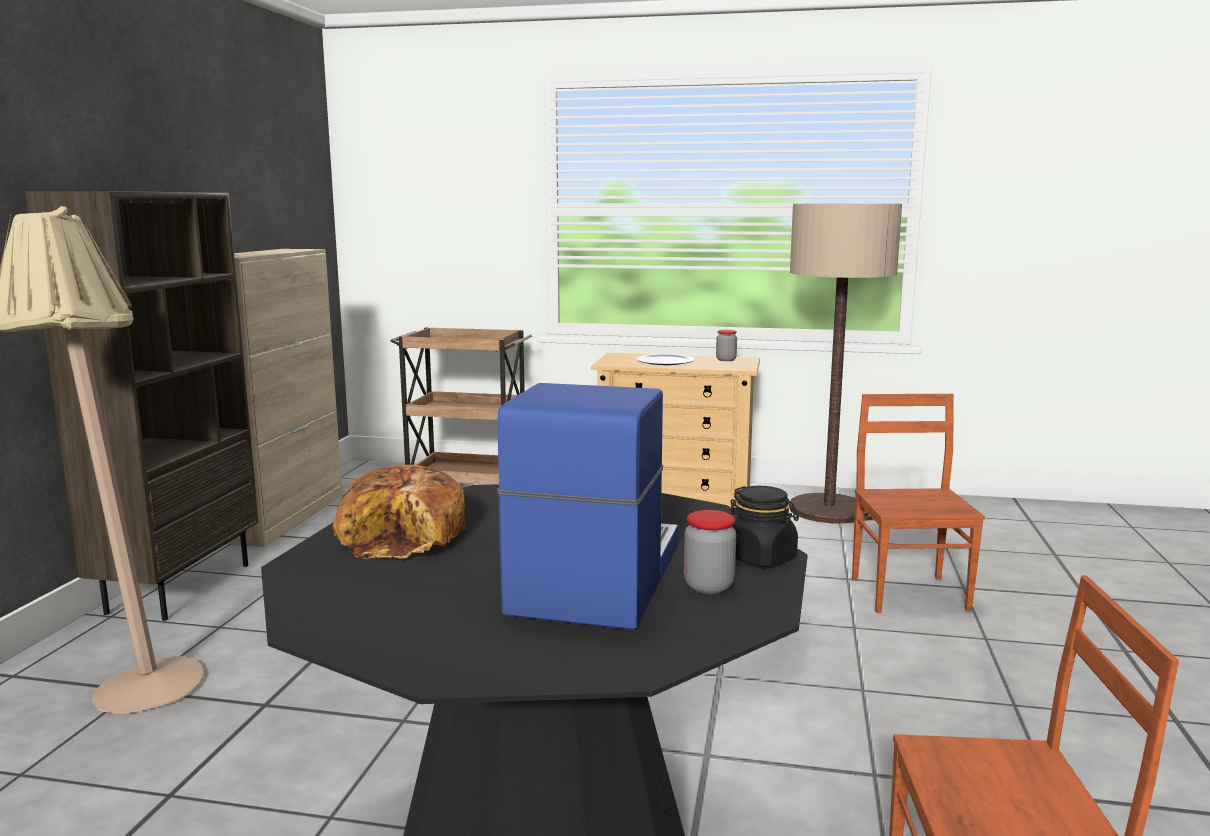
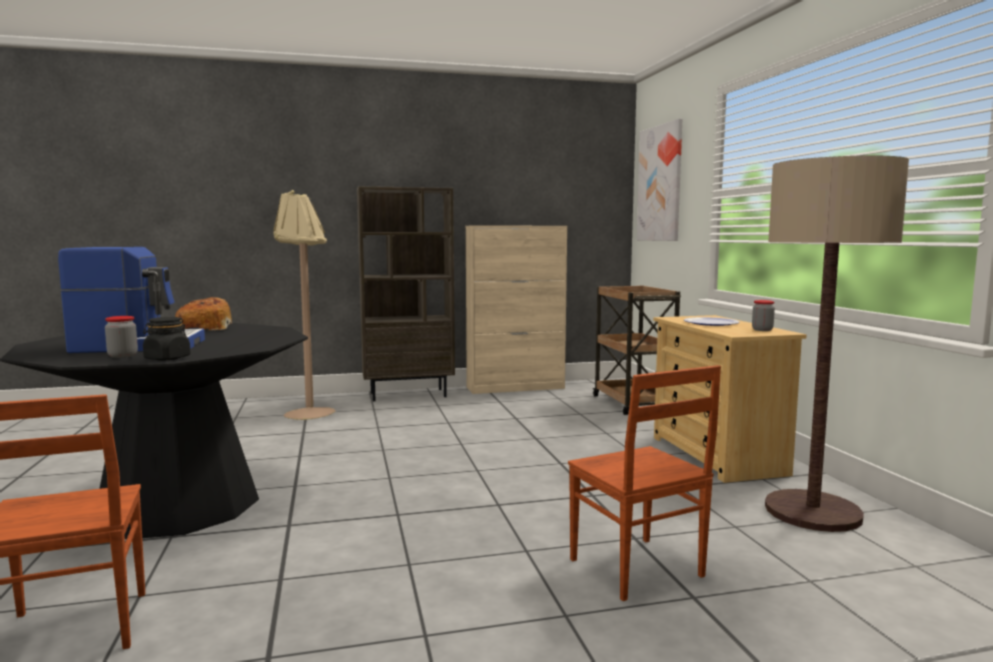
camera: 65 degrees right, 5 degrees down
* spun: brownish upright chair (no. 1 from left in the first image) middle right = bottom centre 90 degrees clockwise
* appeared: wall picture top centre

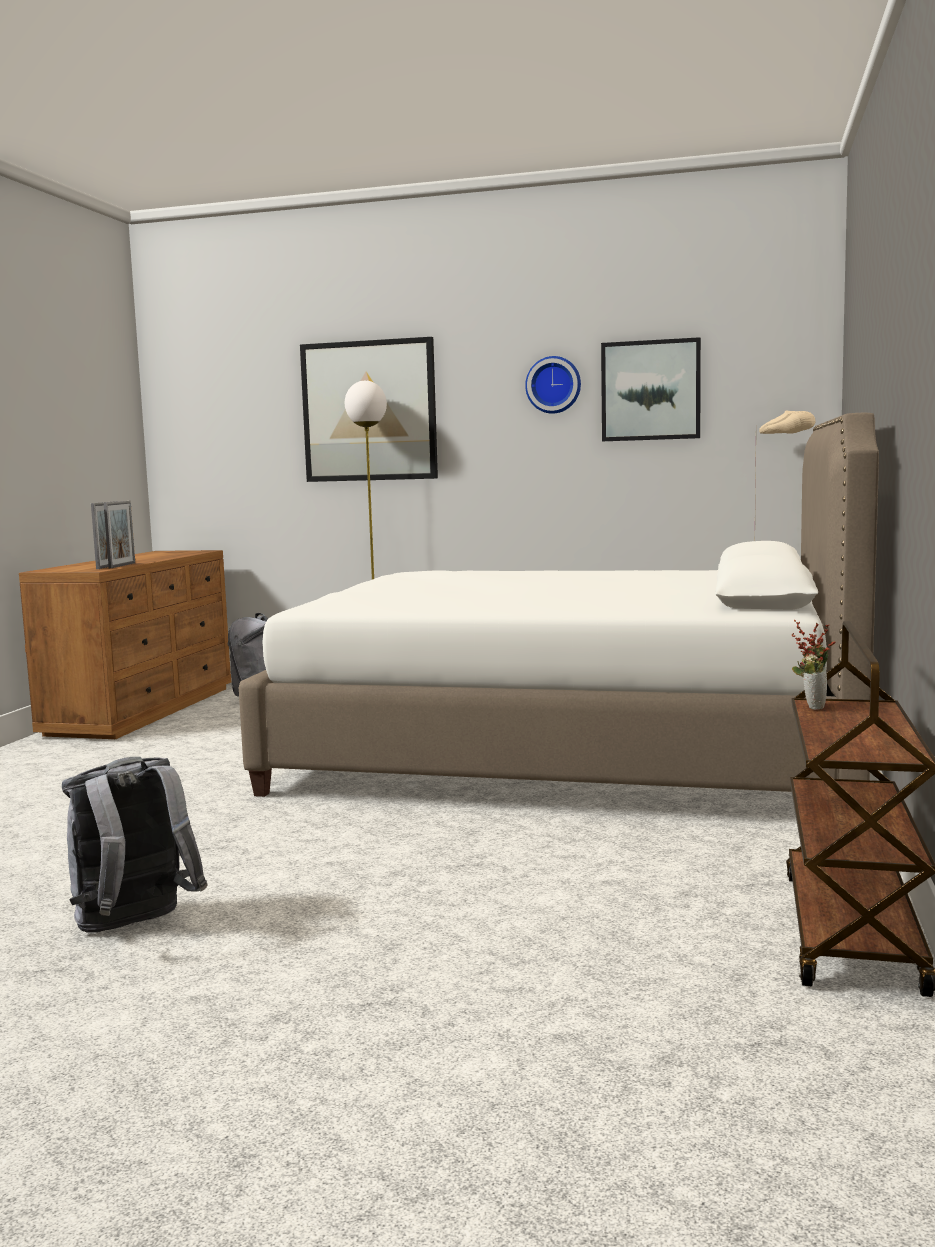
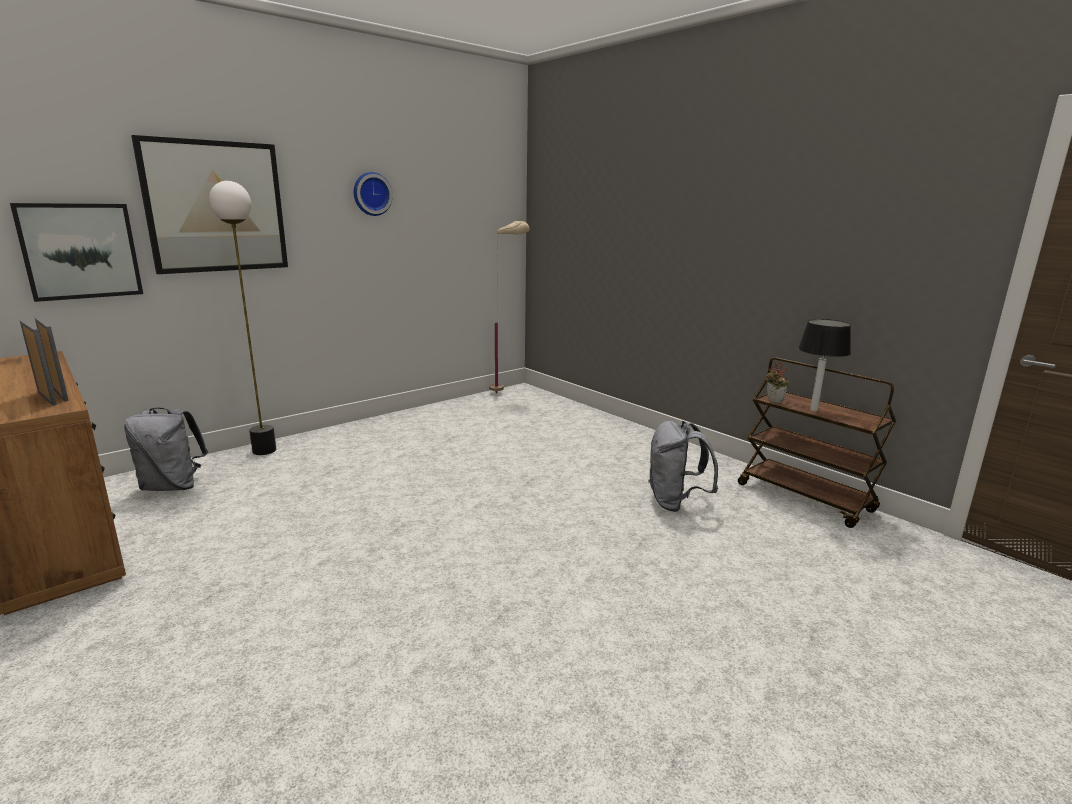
camera: 55 degrees left, 10 degrees up
* relocated: wall picture (no. 2 from left in the first image) top right to wall picture (no. 1 from left) top left
* relocated: gray backpack (no. 1 from left in the first image) bottom left to gray backpack (no. 2 from left) centre
* appeared: lamp for a table middle right
* missing: white-coloured sleeping bed centre

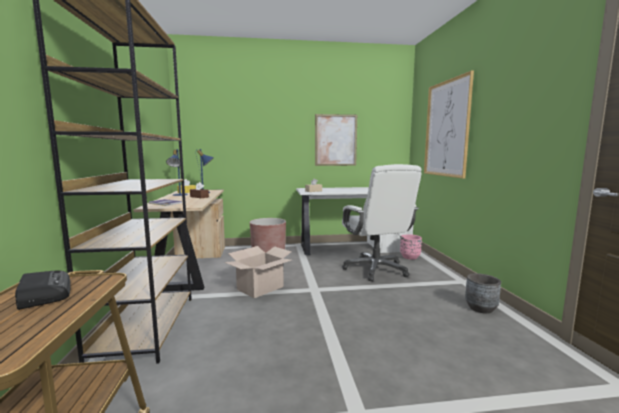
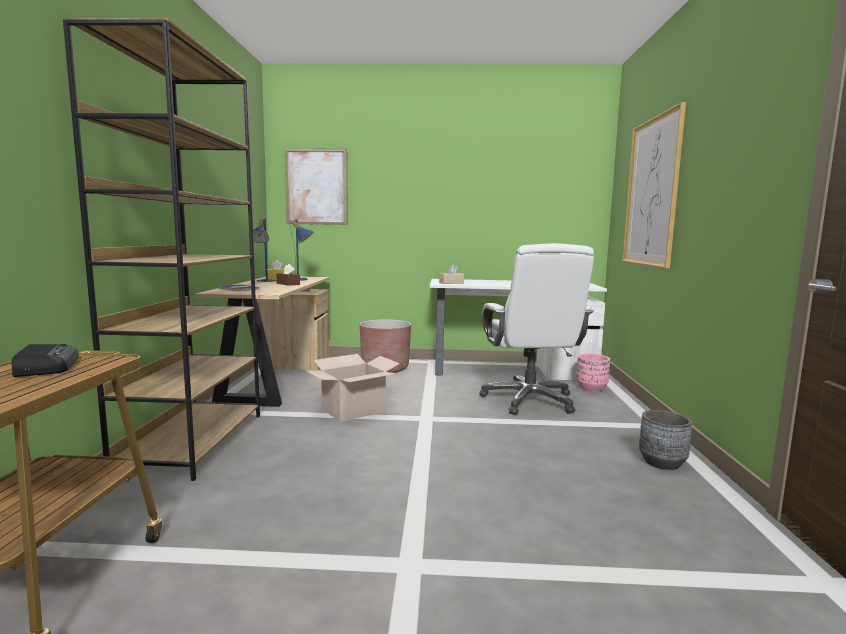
camera: 10 degrees right, 0 degrees up
* relocated: wall picture (no. 1 from left) centre to top centre

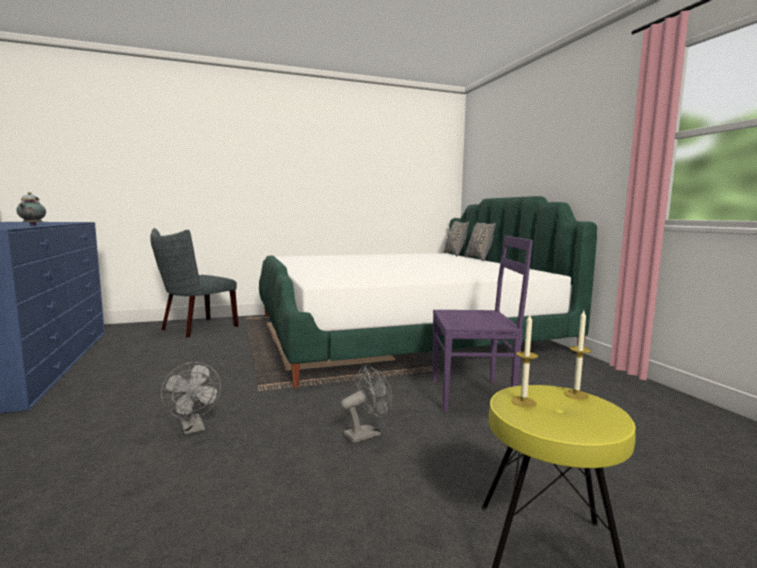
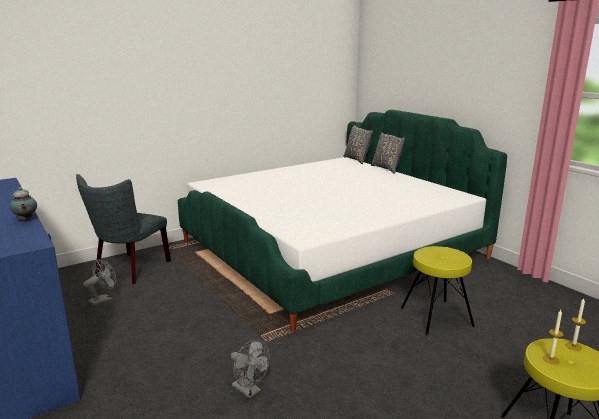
camera: 15 degrees left, 10 degrees up
* relocated: gray fan (no. 2 from left in the first image) bottom centre to gray fan (no. 1 from left) bottom left
* exchanged: purplish upright chair centre to yellow stool (no. 1 from left) bottom right

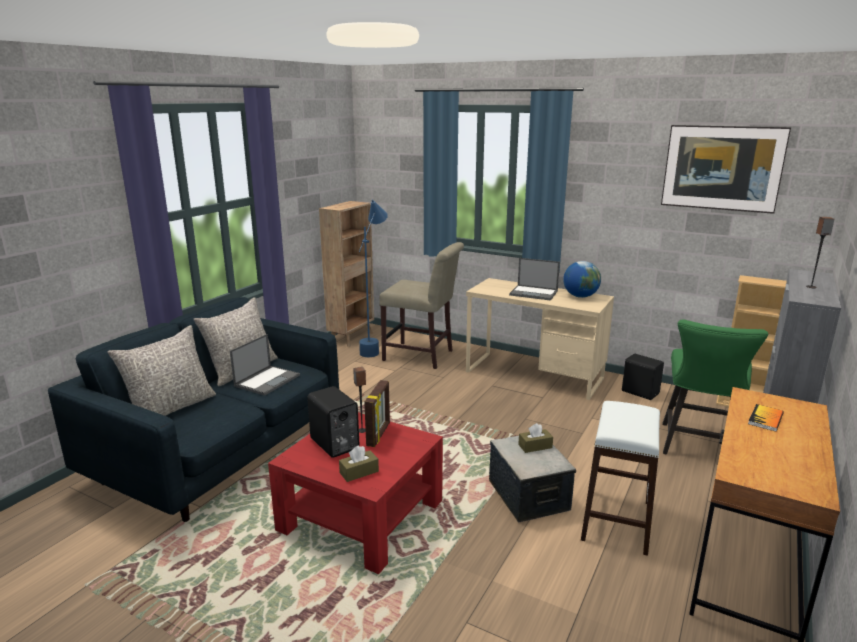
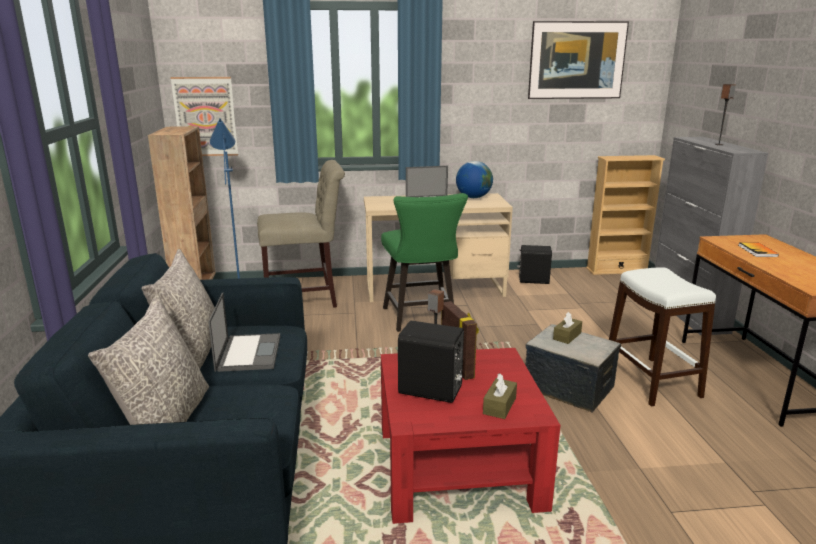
camera: 35 degrees left, 0 degrees up
* appeared: wall picture (no. 1 from left) top left
* relocated: green-coloured upright chair middle right to centre

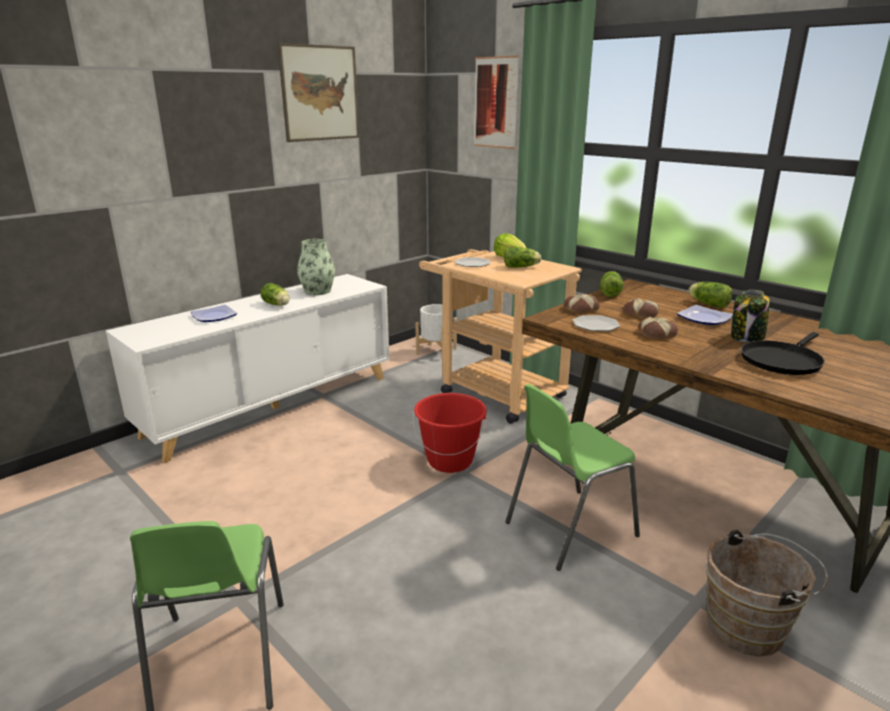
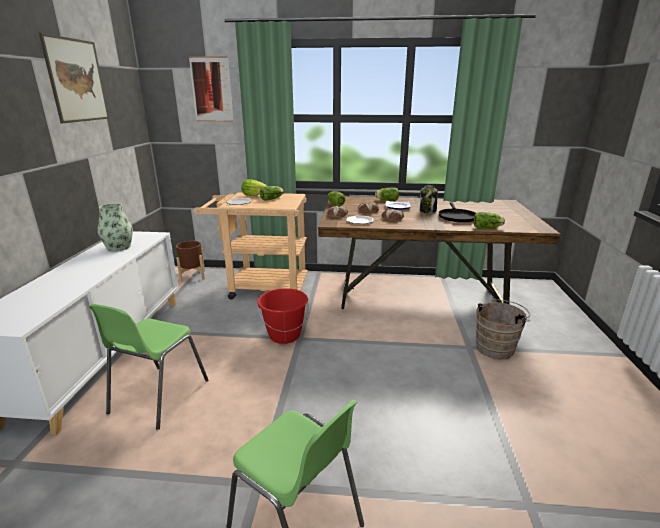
camera: 40 degrees left, 0 degrees up
* relocated: green-coloured upright chair (no. 2 from left in the first image) bottom centre to green-coloured upright chair (no. 1 from left) bottom left
* colour: white-coloured flower pot centre to brownish flower pot middle left
* relocated: lettuce head (no. 1 from left in the first image) middle left to lettuce head (no. 5 from left) middle right
* missing: plate (no. 1 from left) middle left

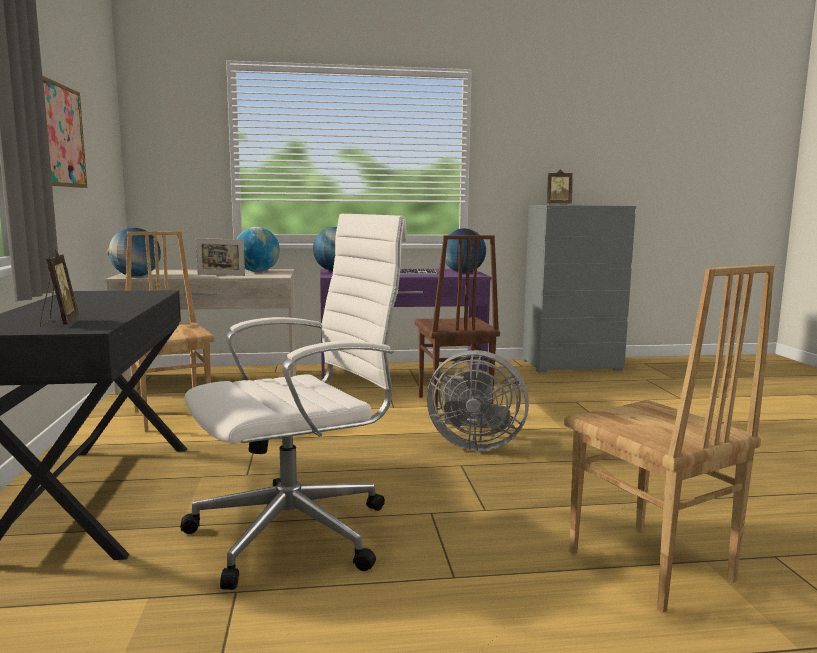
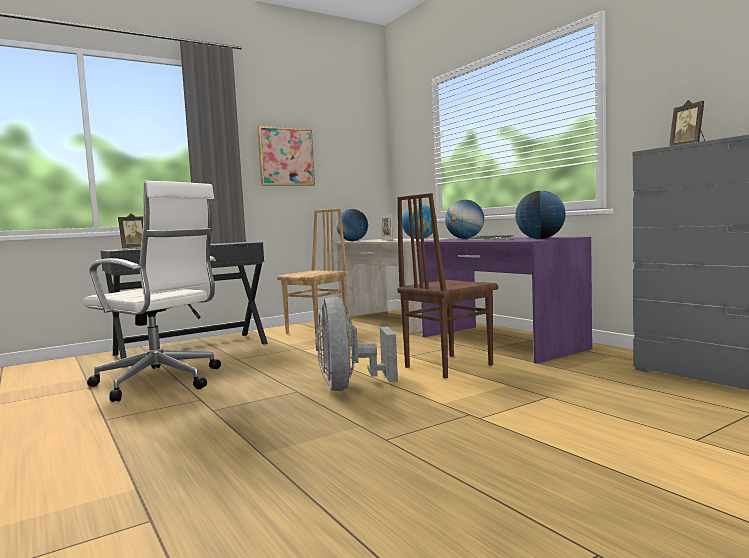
camera: 65 degrees right, 5 degrees down
* missing: brownish upright chair (no. 3 from left) bottom right

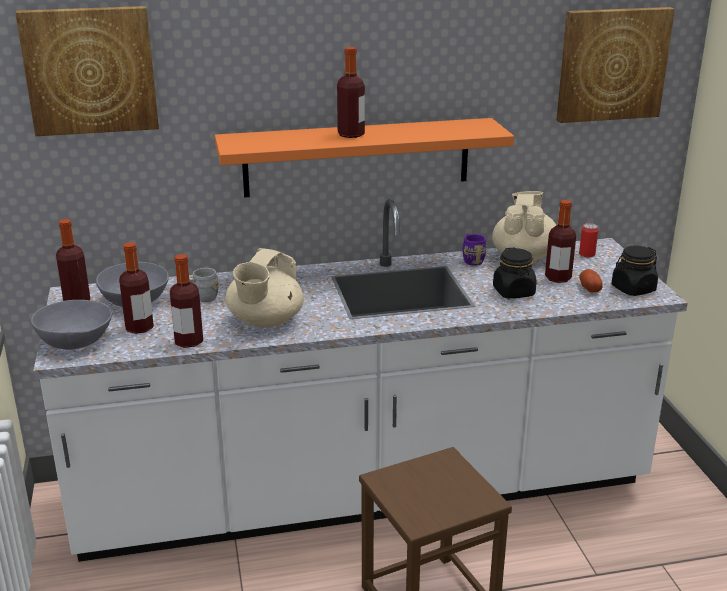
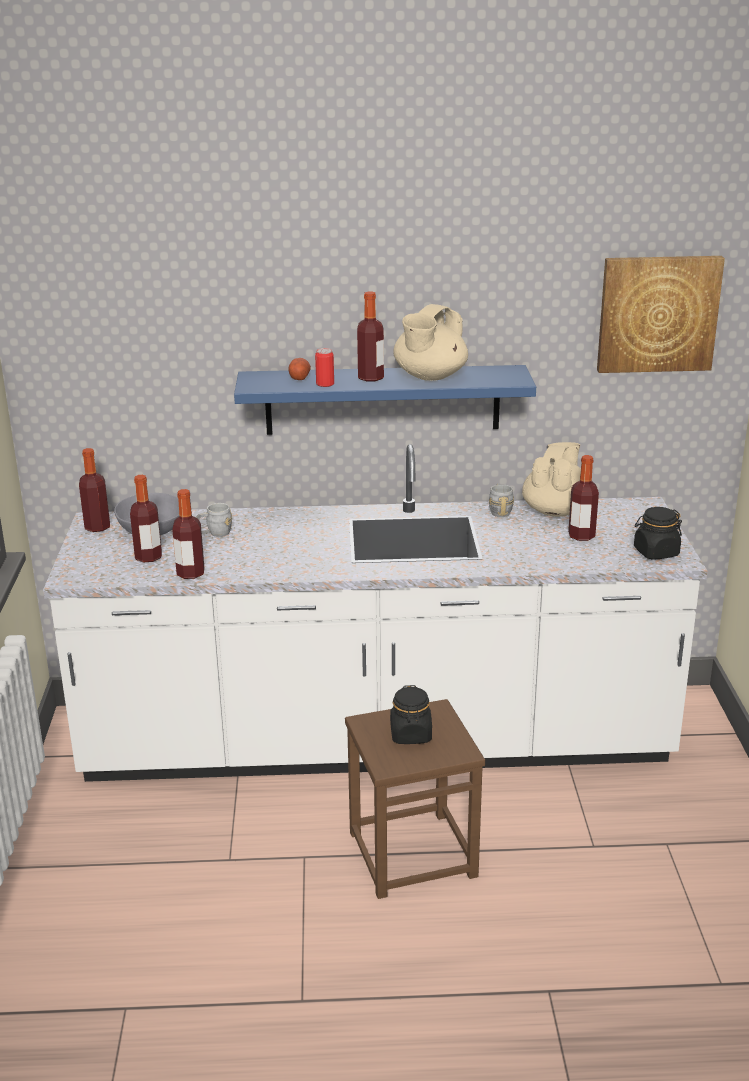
camera: 10 degrees right, 0 degrees up
* colour: orange wall shelf top centre to bluish wall shelf centre
* relocated: whole potato middle right to centre
* relocated: can middle right to centre
* relocated: black-coloured jar (no. 1 from left) middle right to centre
* relocated: beige pot for tea (no. 1 from left) centre to top centre
* colour: purplish mug centre to gray mug (no. 2 from left) middle right
* missing: wall picture (no. 1 from left) top left
* missing: gray deep dish (no. 1 from left) middle left

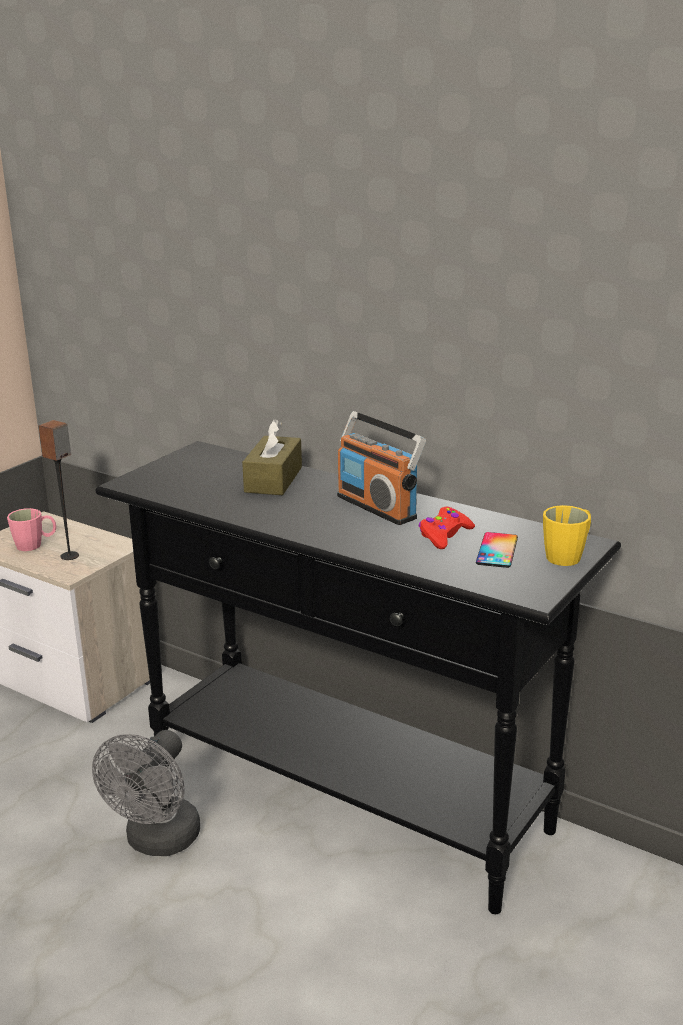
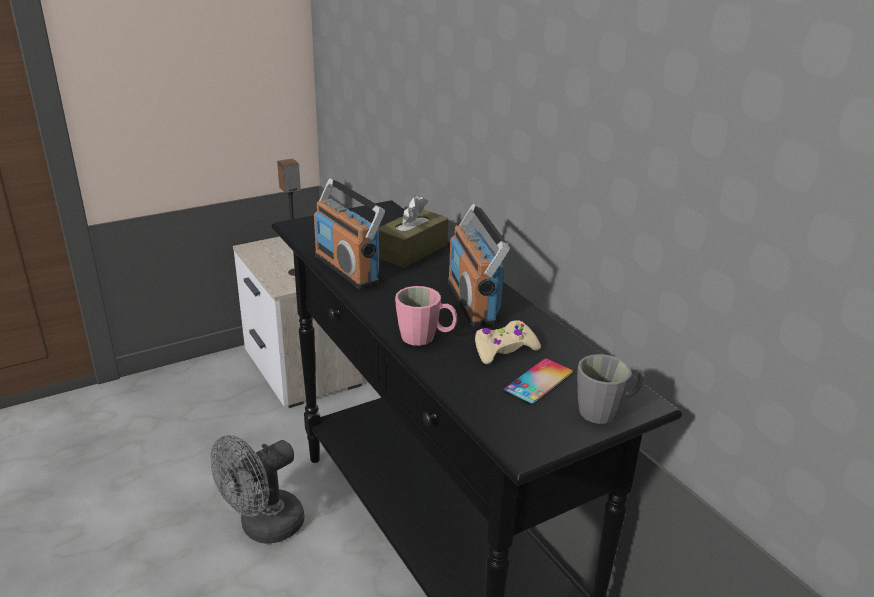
camera: 25 degrees right, 5 degrees up
* appeared: radio (no. 1 from left) centre
* relocated: pink mug middle left to centre
* colour: reddish joypad centre to beige joypad centre
* colour: yellow mug middle right to gray mug middle right

